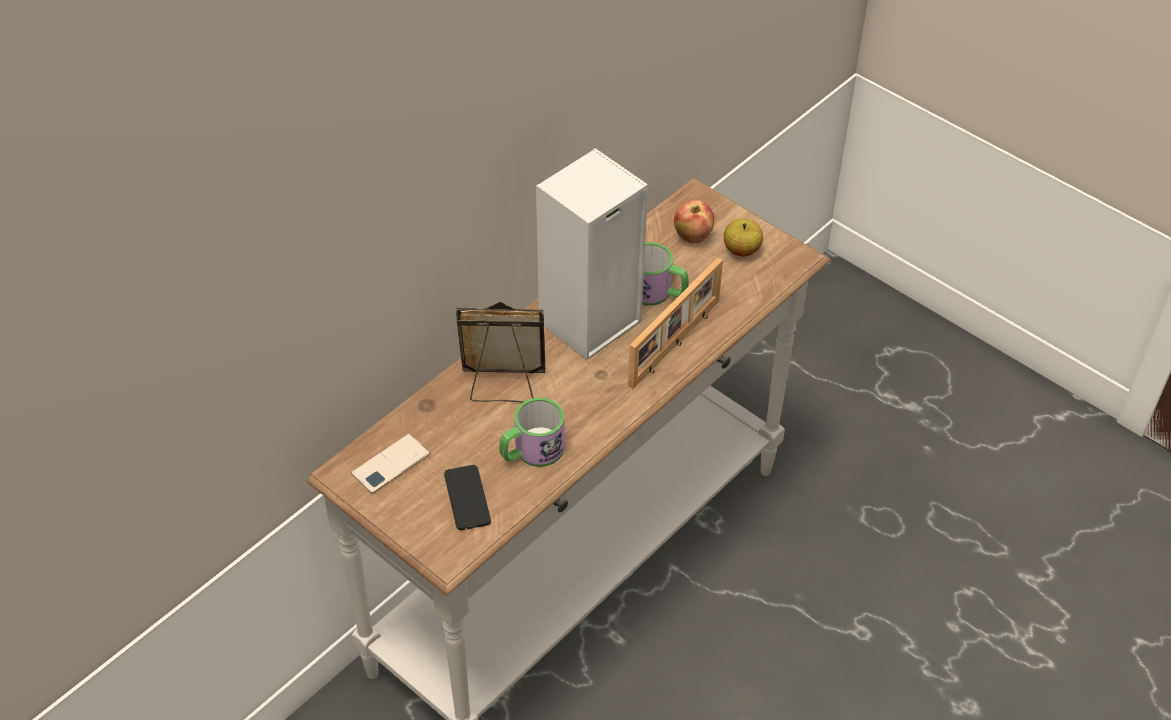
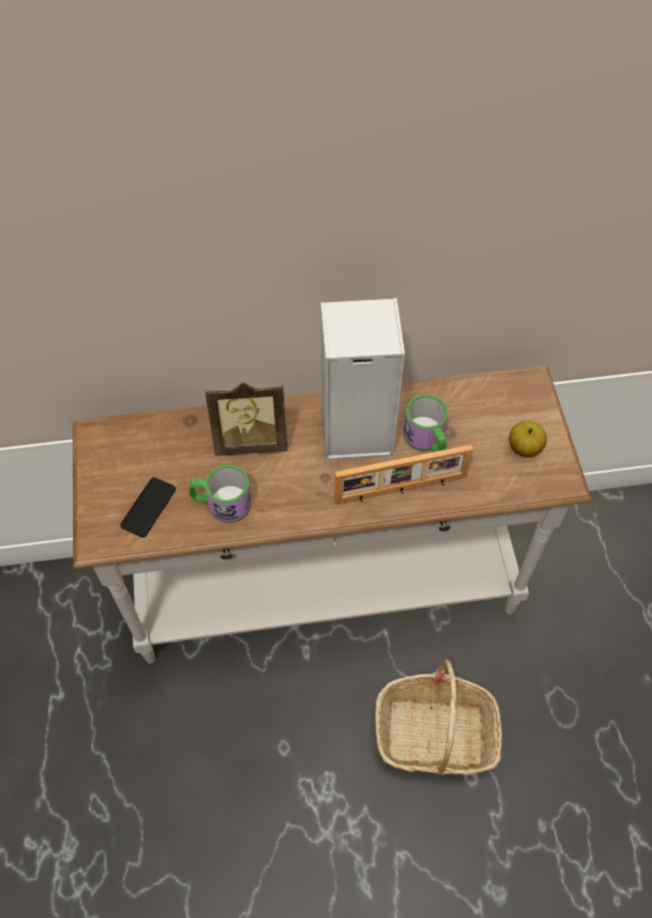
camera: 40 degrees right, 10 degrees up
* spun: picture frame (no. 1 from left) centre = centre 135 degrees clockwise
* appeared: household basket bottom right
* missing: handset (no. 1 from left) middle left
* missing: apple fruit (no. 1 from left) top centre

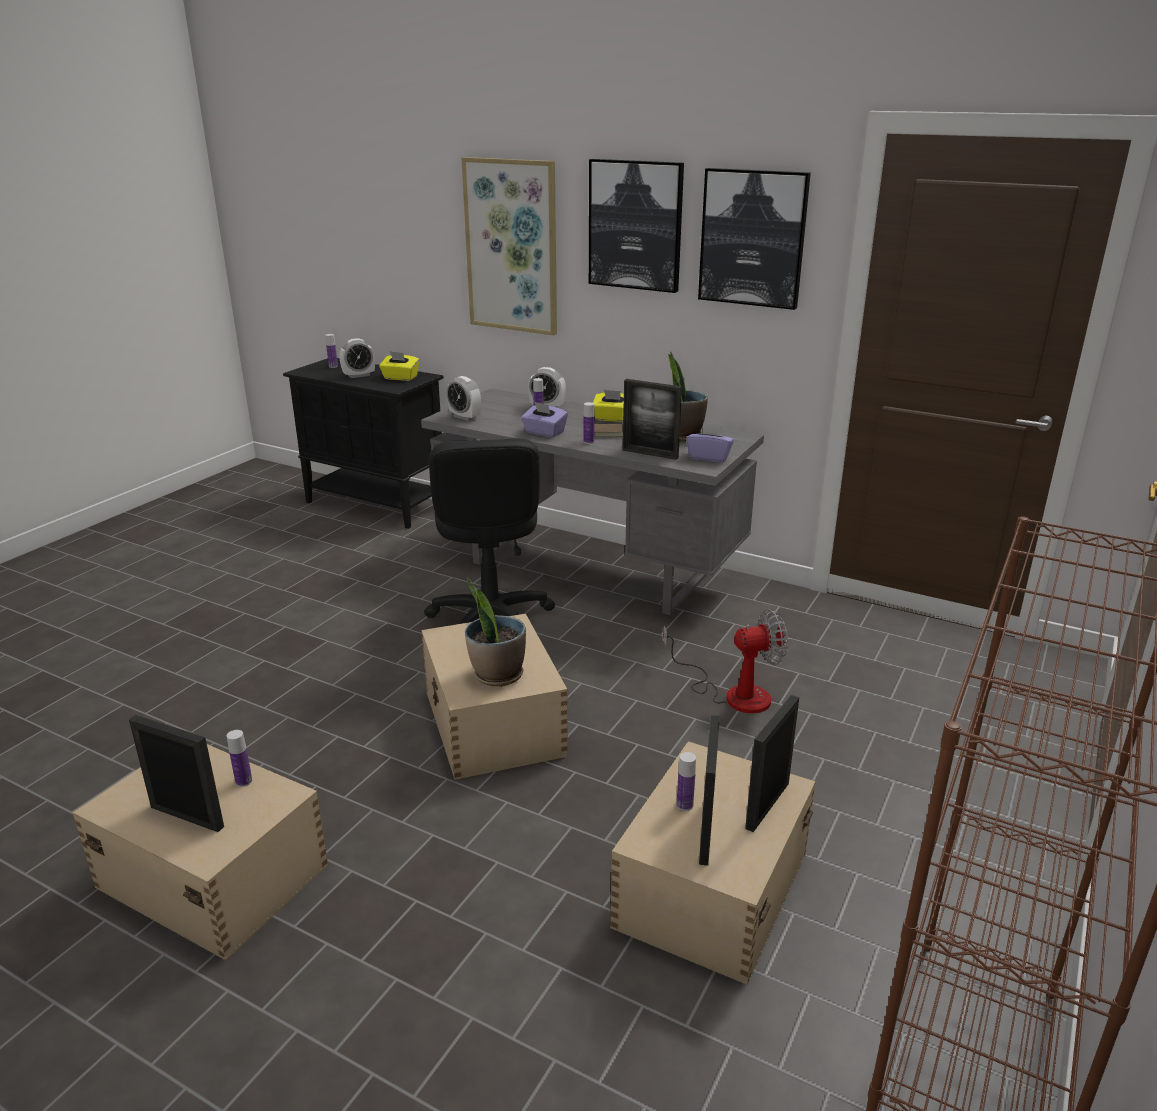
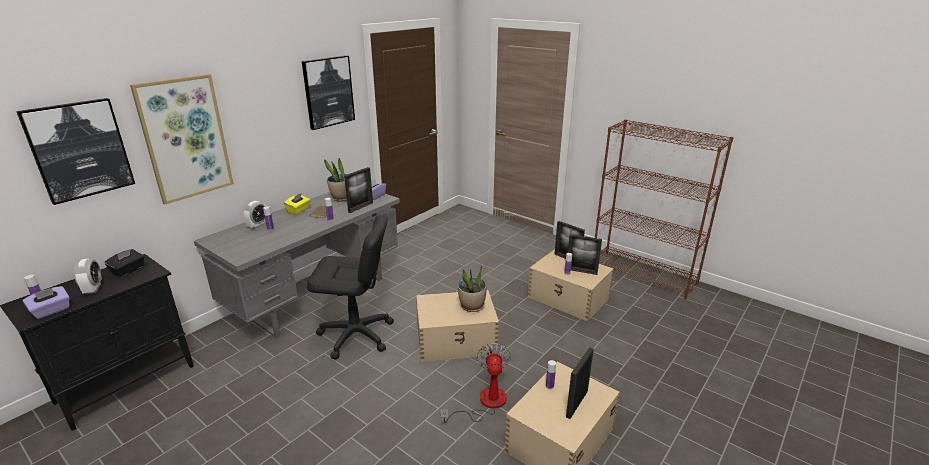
camera: 80 degrees left, 0 degrees up
* relocated: wall picture (no. 2 from left in the first image) top centre to wall picture (no. 1 from left) top left
* relocated: purplish box of tissues (no. 1 from left) centre to middle left
* colour: yellow box of tissues (no. 1 from left) top centre to black-coloured box of tissues middle left
* relocated: fan centre to bottom centre
* missing: alarm clock (no. 2 from left) centre

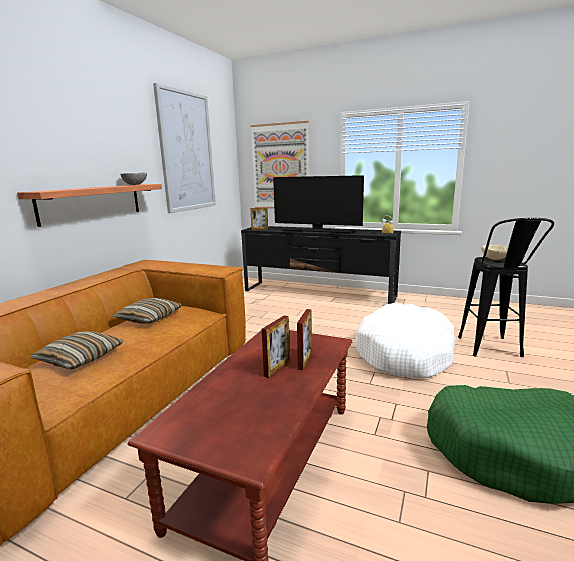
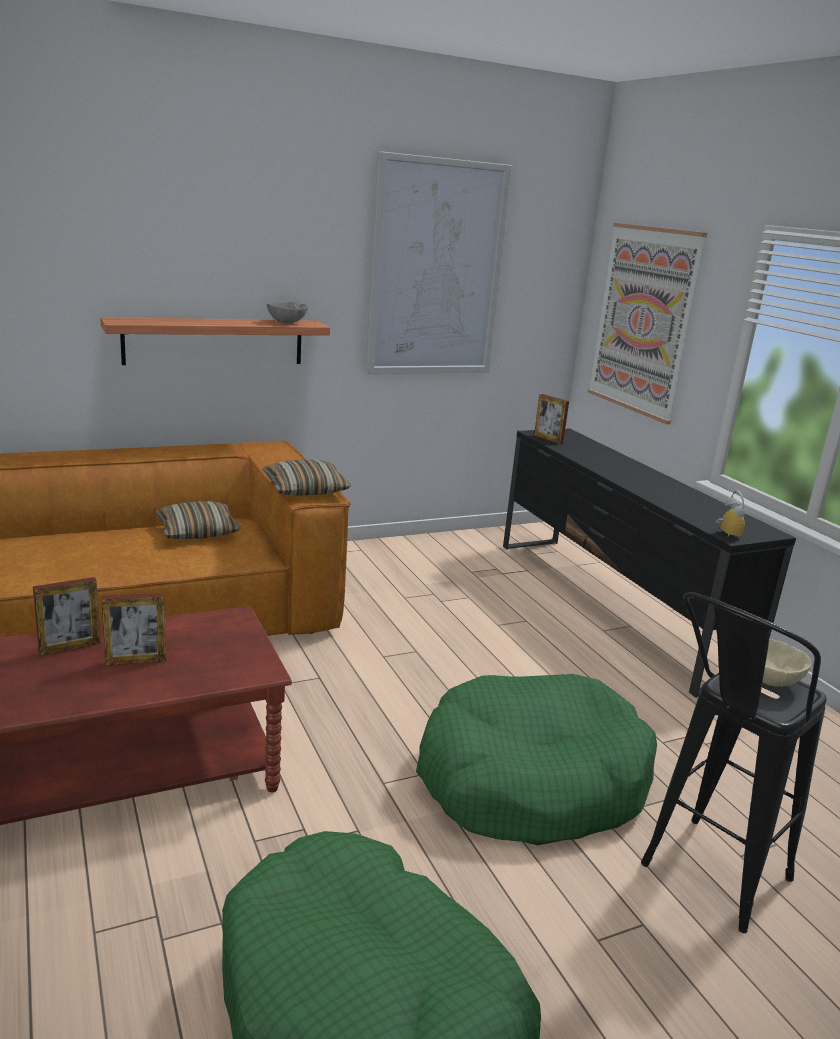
camera: 40 degrees right, 5 degrees up
* relocated: picture frame (no. 3 from left in the first image) centre to picture frame (no. 1 from left) middle left
* relocated: cushion (no. 1 from left in the first image) middle left to cushion (no. 2 from left) centre
* colour: white-coloured dog bed middle right to green-coloured dog bed (no. 2 from left) bottom centre
* missing: TV set centre

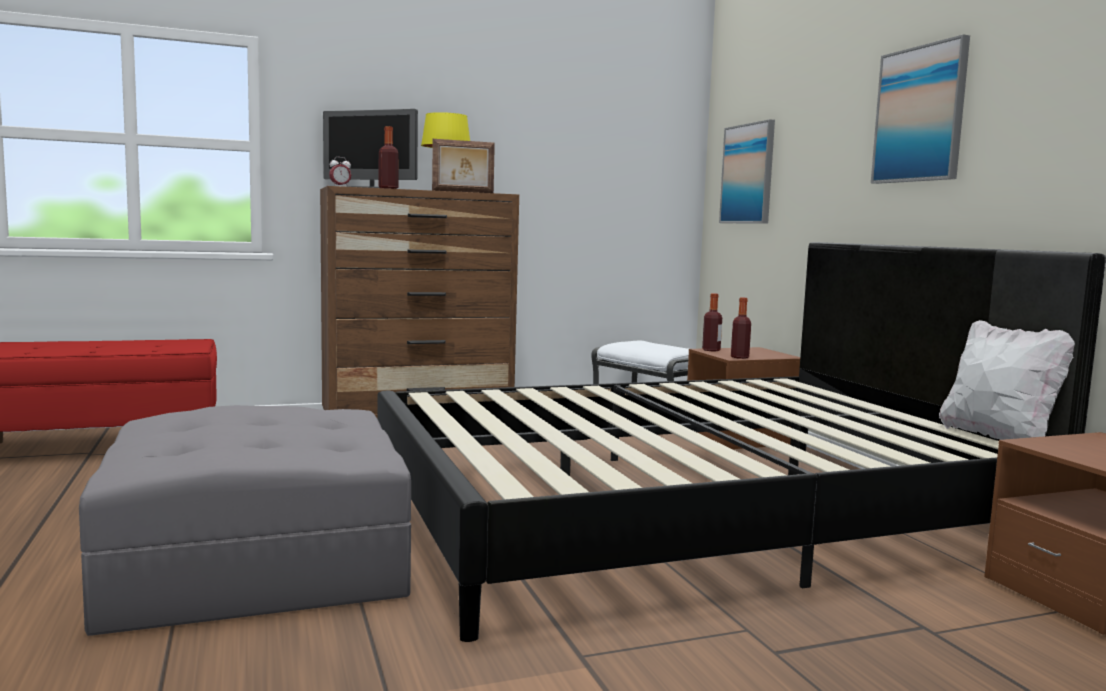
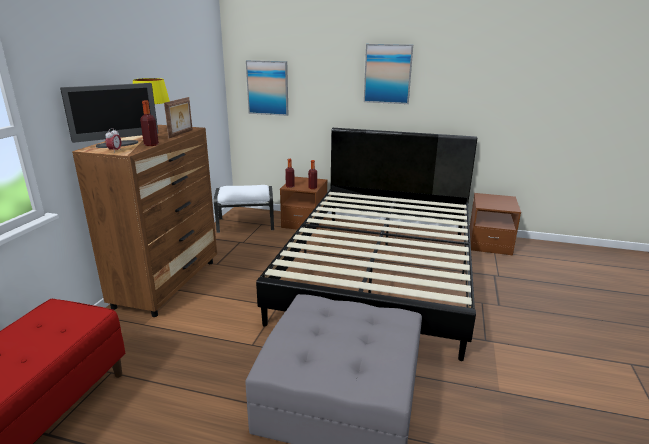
camera: 55 degrees left, 15 degrees up
* missing: white-coloured cushion middle right

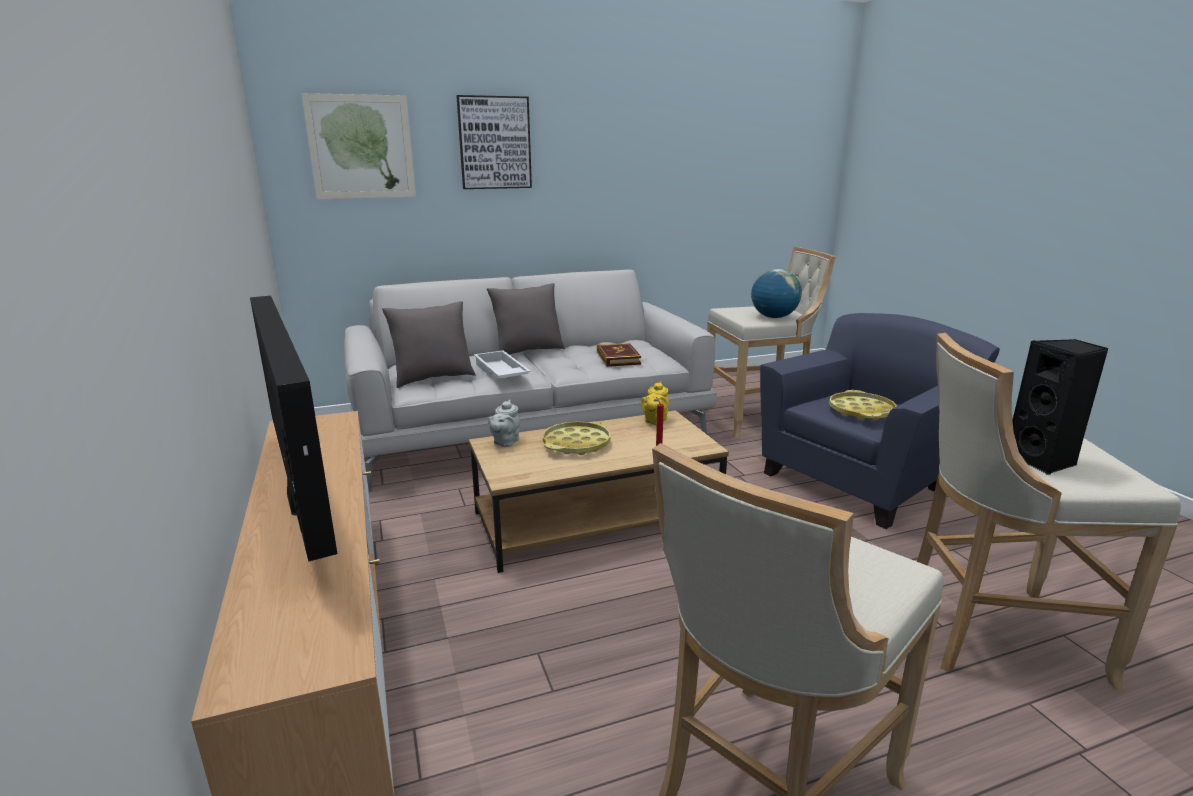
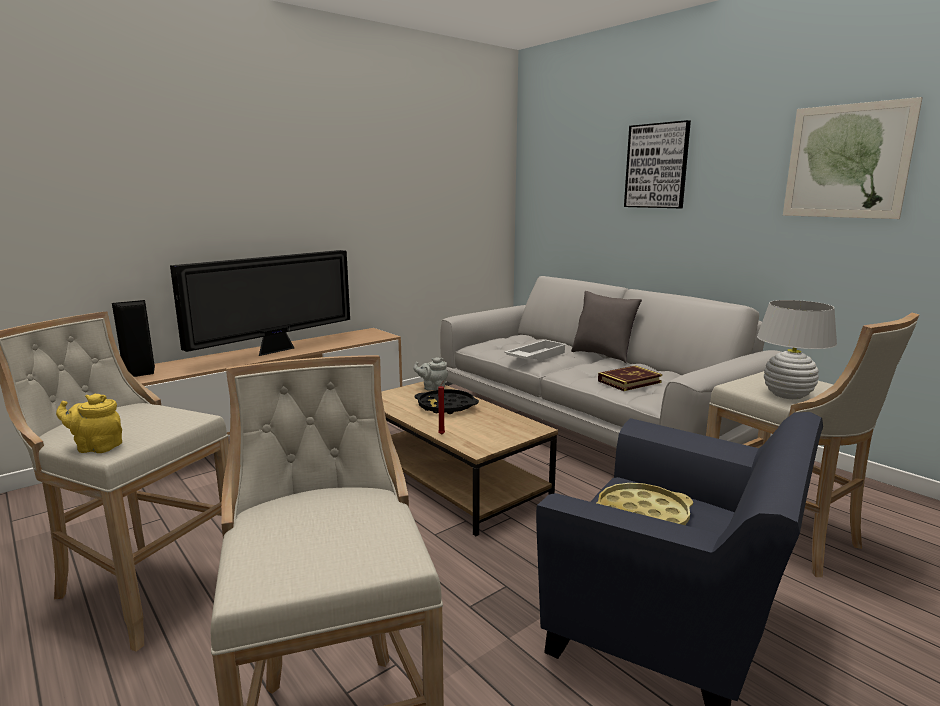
camera: 70 degrees right, 5 degrees down
* relocated: yellow pot for tea centre to middle left
* relocated: black-coloured speaker middle right to middle left
* colour: yellow serving tray (no. 1 from left) centre to black-coloured serving tray centre
* exchanged: globe centre to white-coloured lamp for a table middle right
* relocated: wall picture (no. 1 from left in the first image) top left to wall picture (no. 2 from left) top right
* missing: gray cushion (no. 1 from left) centre

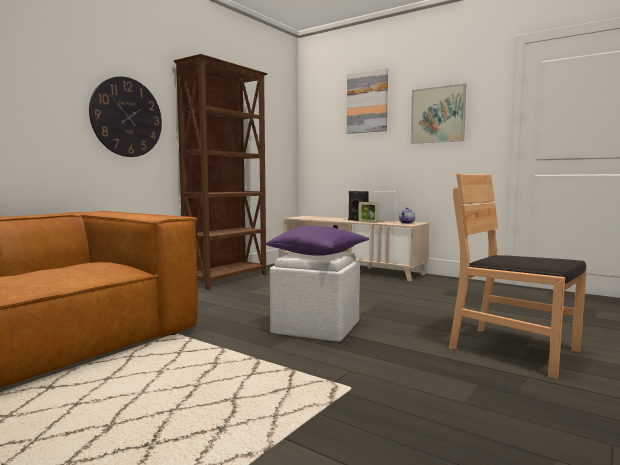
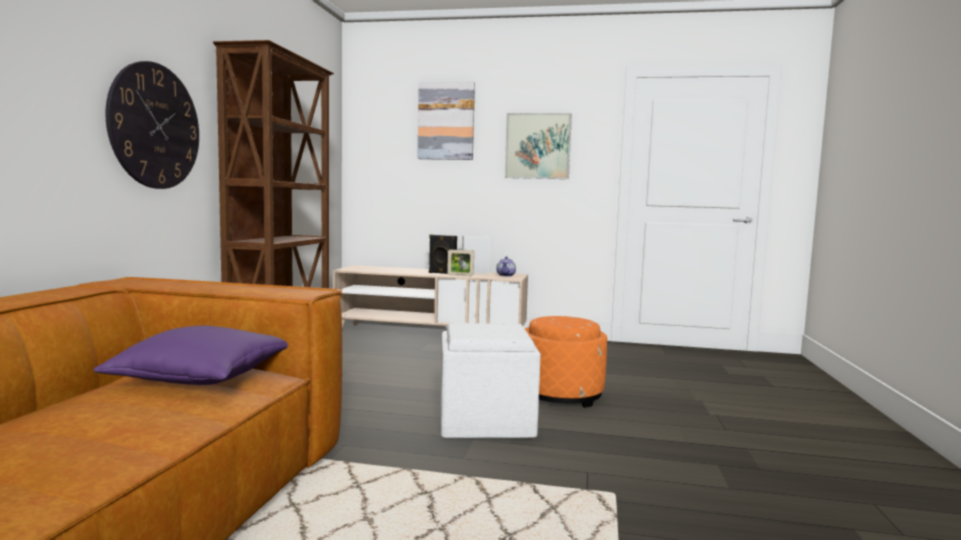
camera: 25 degrees left, 0 degrees up
* relocated: purplish cushion centre to middle left
* appeared: orange ottoman bottom centre
* missing: brownish upright chair middle right

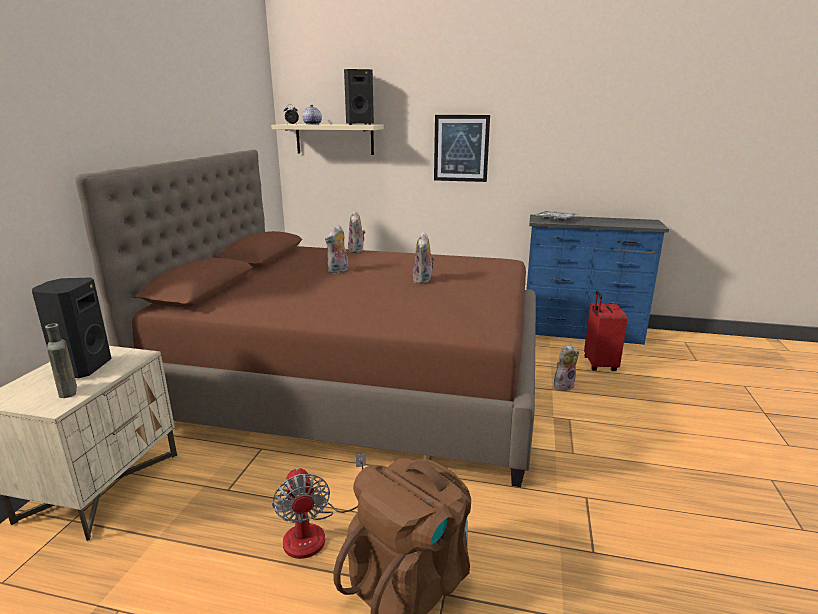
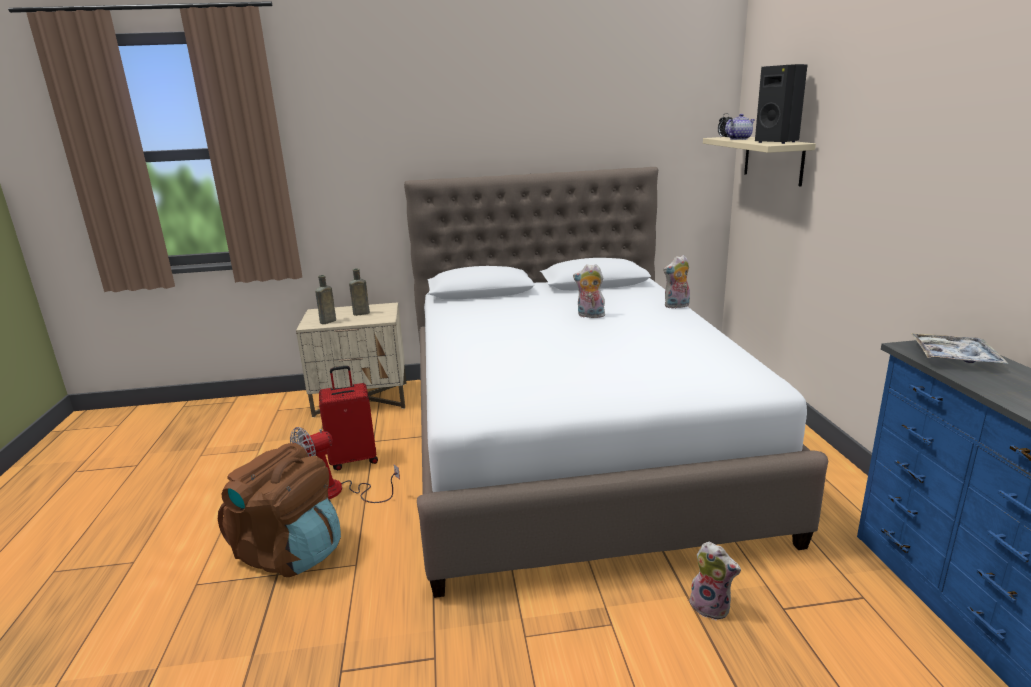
camera: 70 degrees right, 0 degrees up
* relocated: reddish suitcase middle right to centre
* exchanged: black-coloured speaker (no. 1 from left) middle left to brownish bottle (no. 2 from left) centre
* colour: brownish sleeping bed centre to white-coloured sleeping bed centre
* missing: soft toy (no. 3 from left) centre
* missing: wall picture top centre

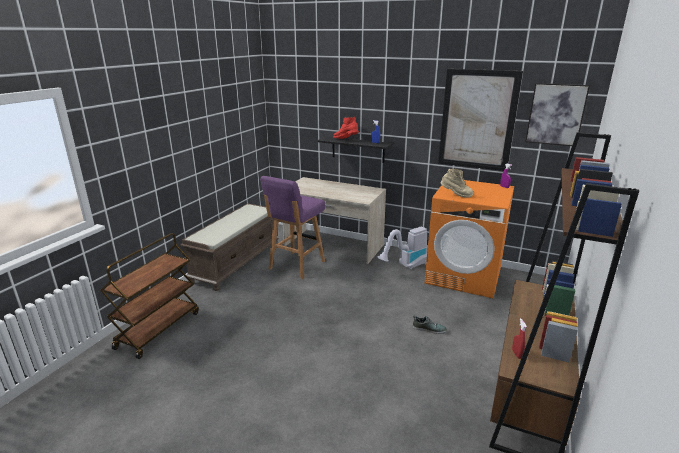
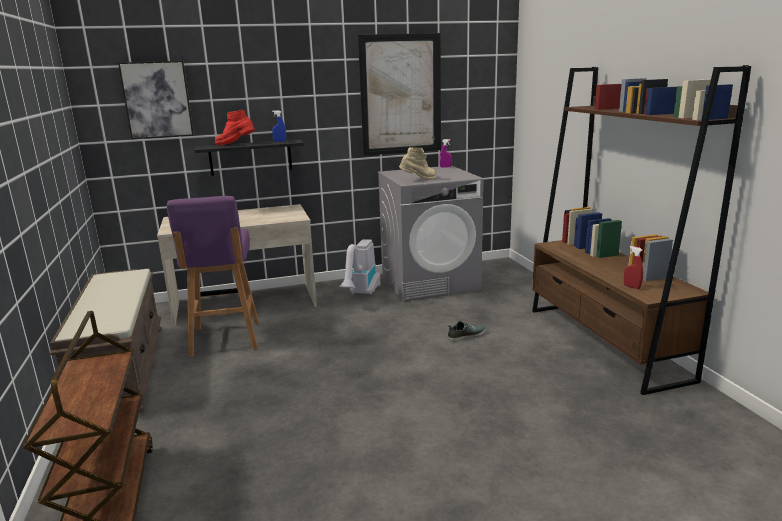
camera: 40 degrees left, 5 degrees down
* relocated: wall picture (no. 2 from left in the first image) top right to wall picture (no. 1 from left) top left
* colour: orange laundry machine middle right to gray laundry machine centre

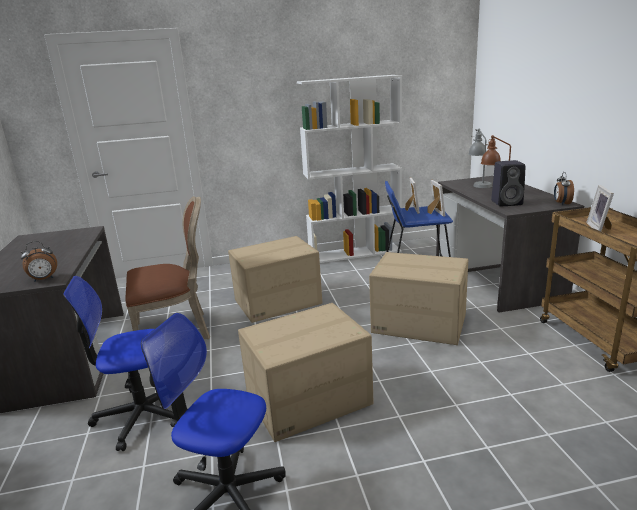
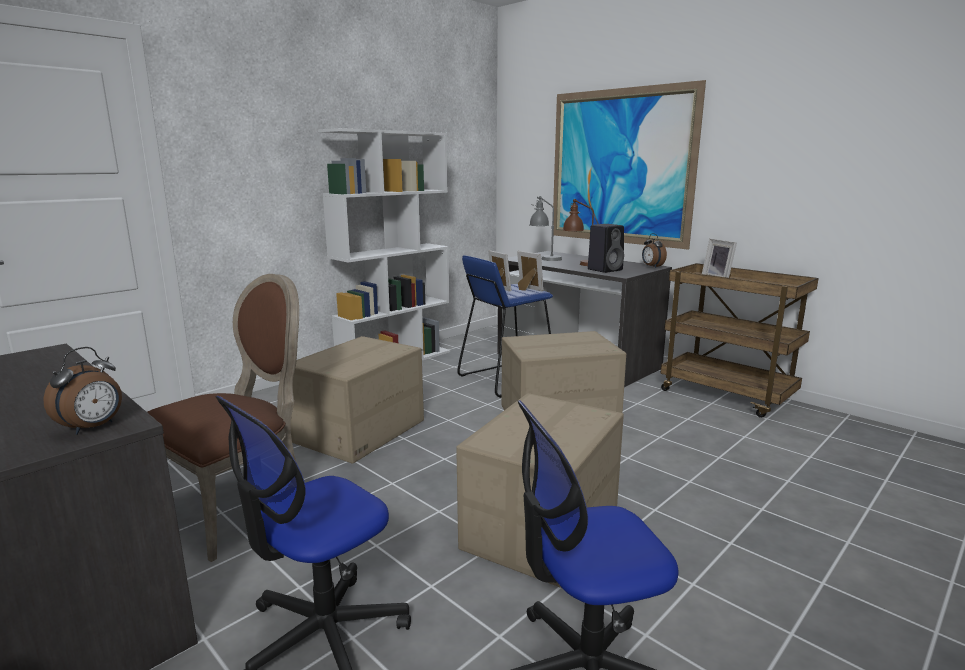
camera: 35 degrees left, 5 degrees down
* appeared: wall picture top centre

